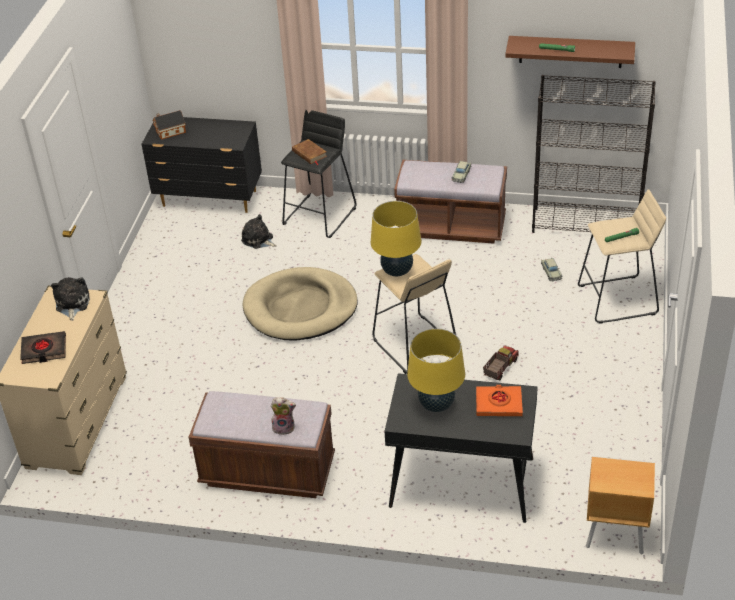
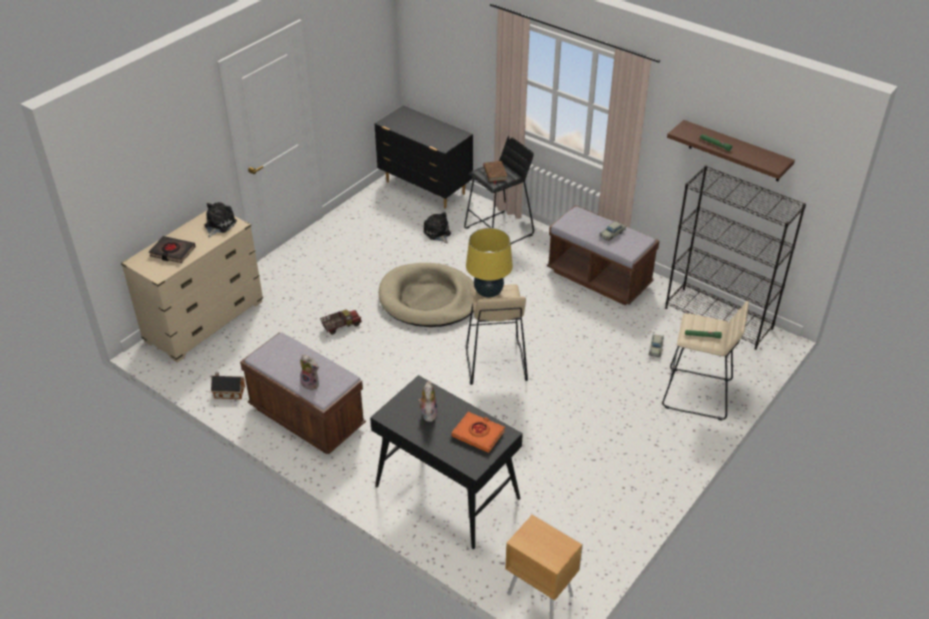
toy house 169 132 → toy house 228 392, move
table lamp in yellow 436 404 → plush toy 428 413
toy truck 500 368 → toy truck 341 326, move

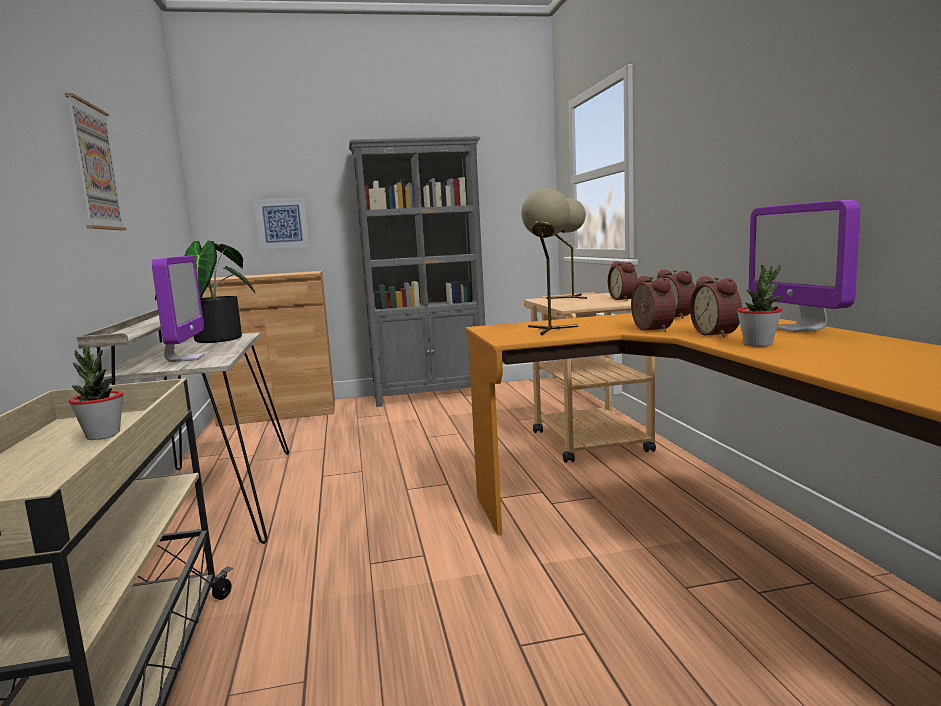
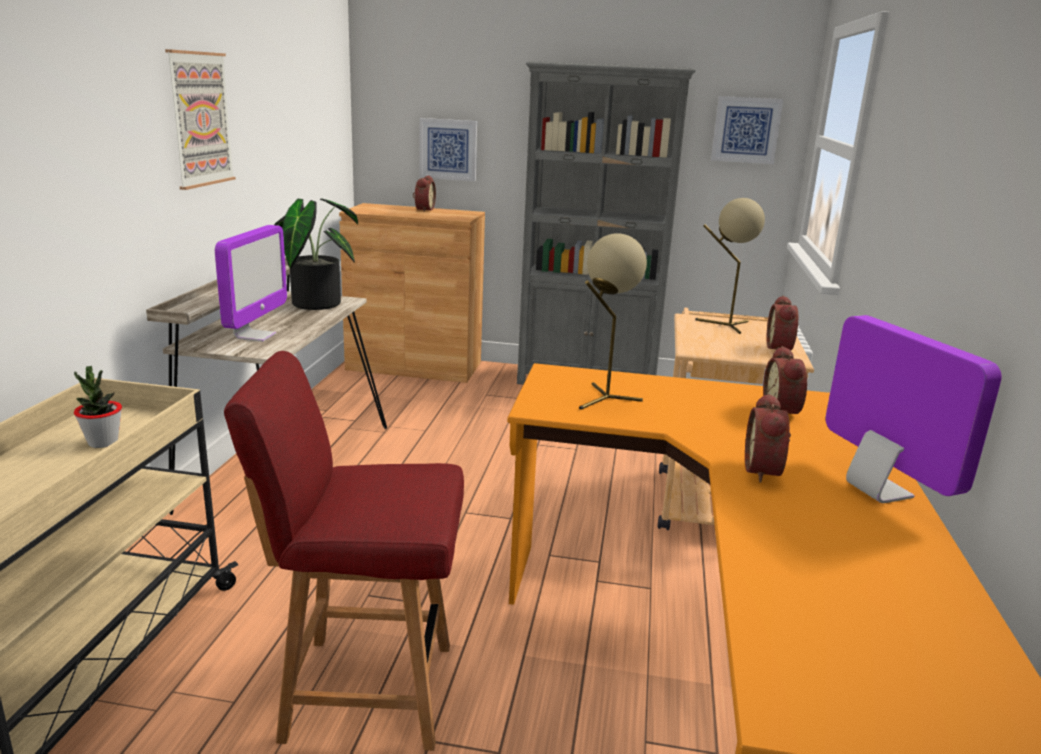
monitor 798 329 → monitor 878 491, 150 degrees clockwise
potted plant 758 344 → -
alarm clock 649 329 → alarm clock 423 209, move
- → picture 746 130
- → chair in red 364 690

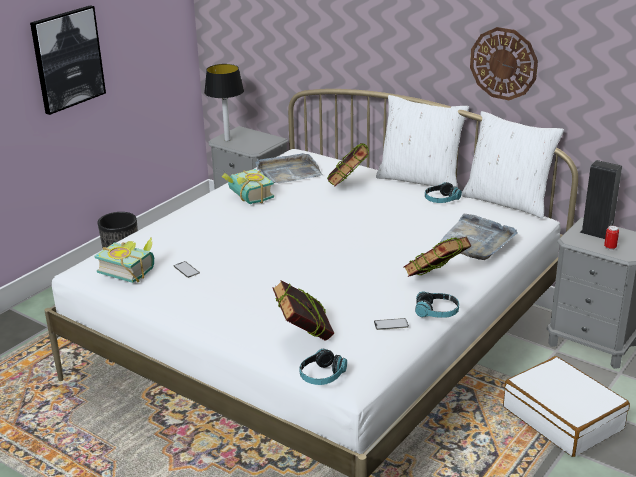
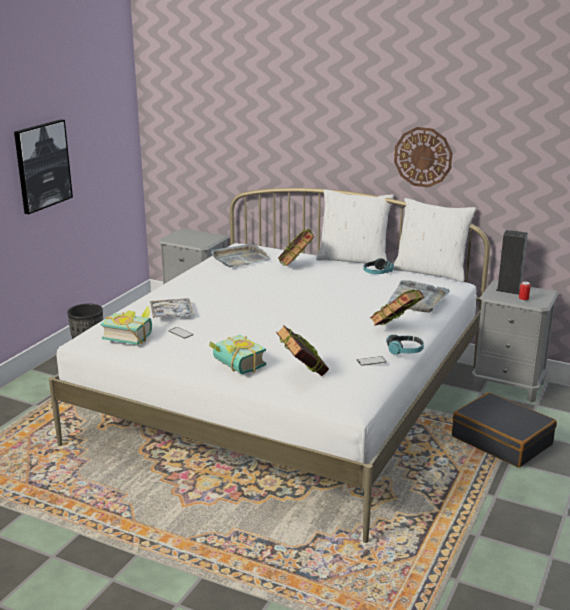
table lamp 227 140 → -
book 247 197 → book 235 366, move
headphones 322 375 → -
suitcase in white 563 418 → suitcase in black 502 440
- → tray 171 313

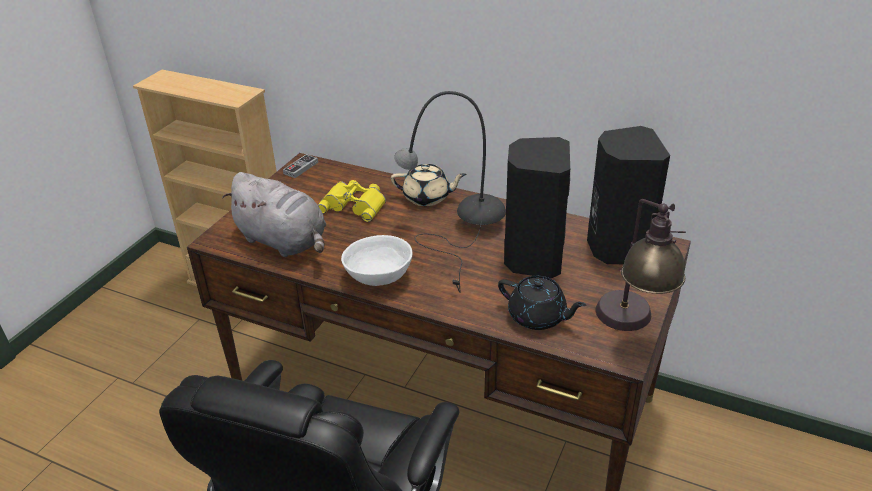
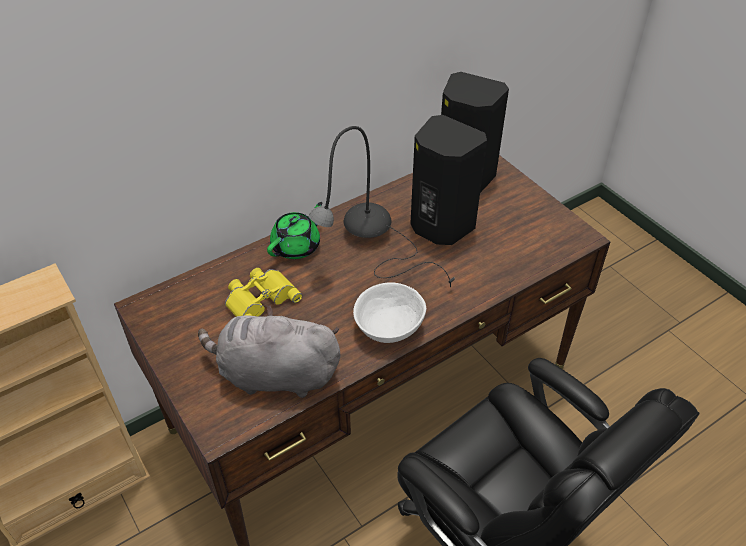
game controller 301 168 → -
teapot in beige 427 197 → teapot in green 297 246
plush toy in grey 284 241 → plush toy in grey 274 375, 150 degrees counterclockwise
table lamp 632 327 → -
teapot in black 538 317 → -

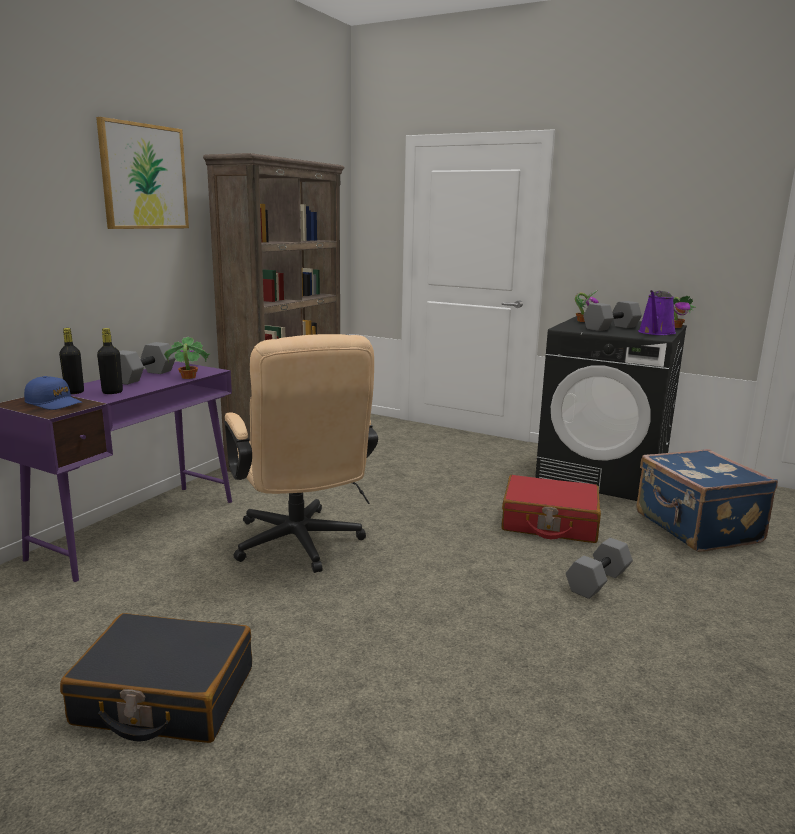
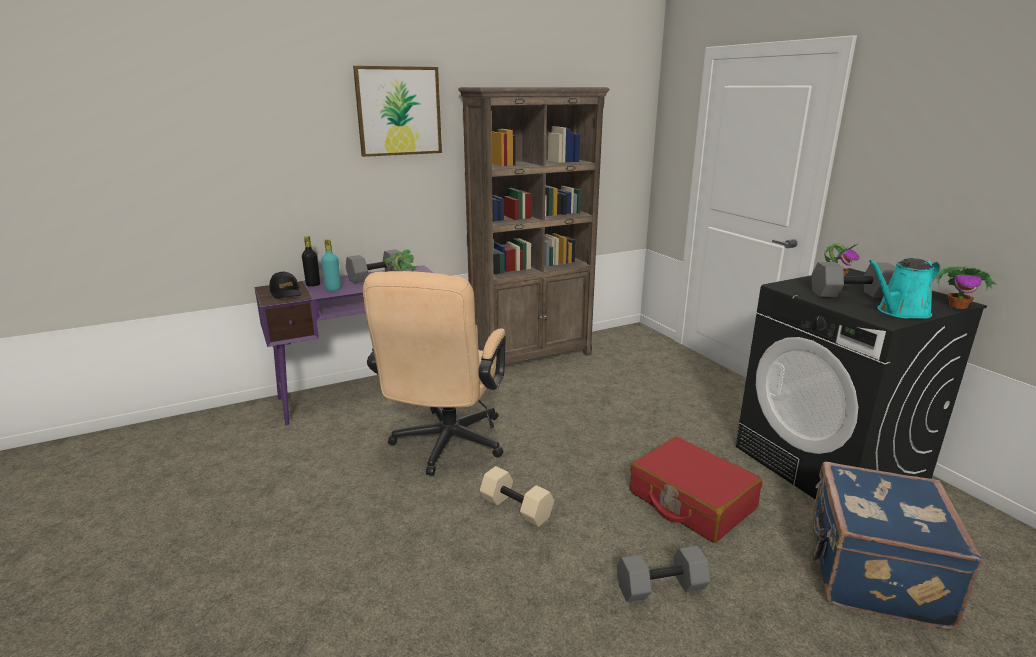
watering can in purple 656 333 → watering can in turquoise 900 312
bottle in black 112 392 → bottle in turquoise 333 289
cap in blue 54 403 → cap in black 285 292
suitcase in black 164 696 → -
- → dumbbell in beige 517 508

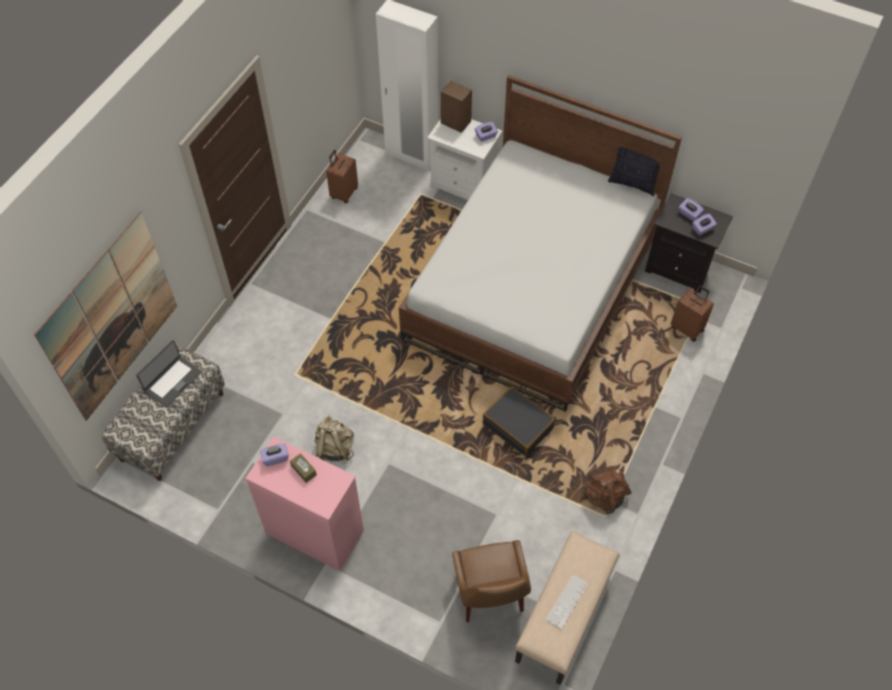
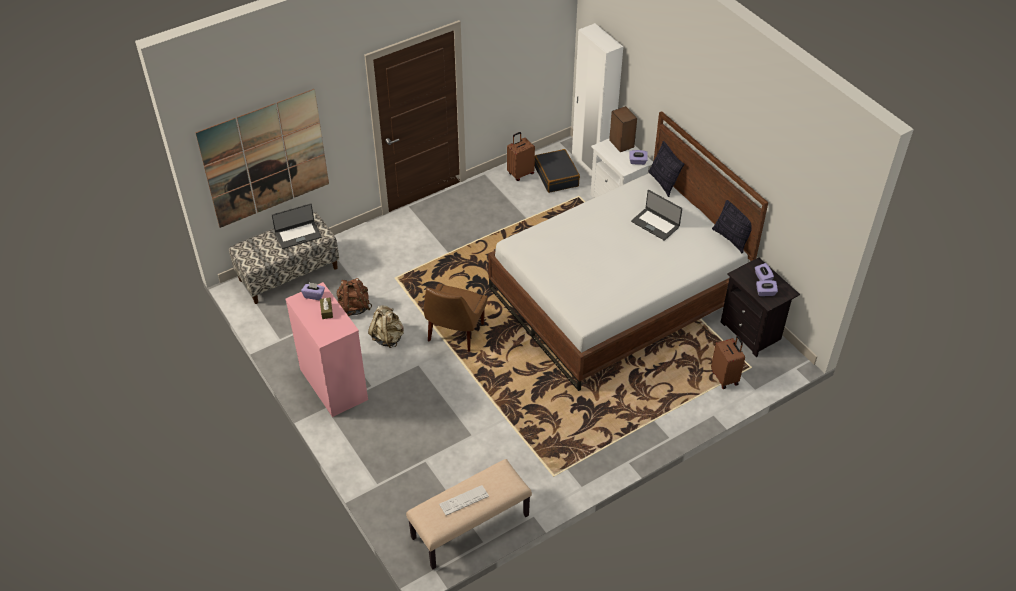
suitcase in black 518 426 → suitcase in black 556 176, move
backpack in brown 605 497 → backpack in brown 354 307, move
chair in brown 490 595 → chair in brown 455 334, move
- → pillow 663 183
- → laptop 655 224

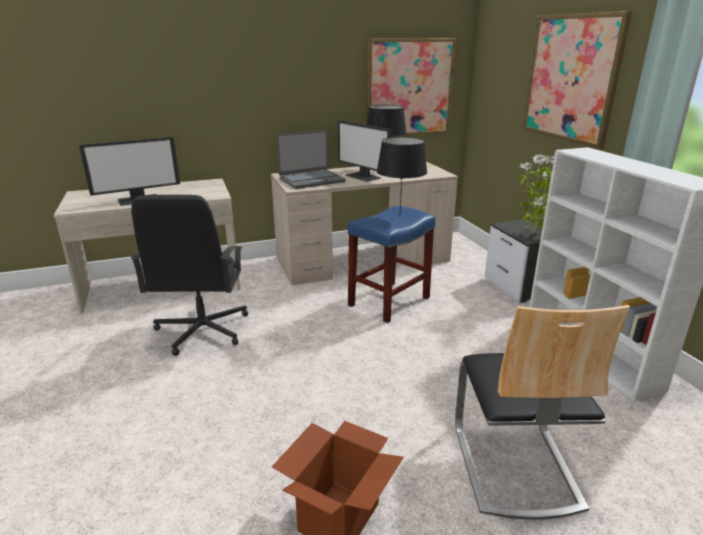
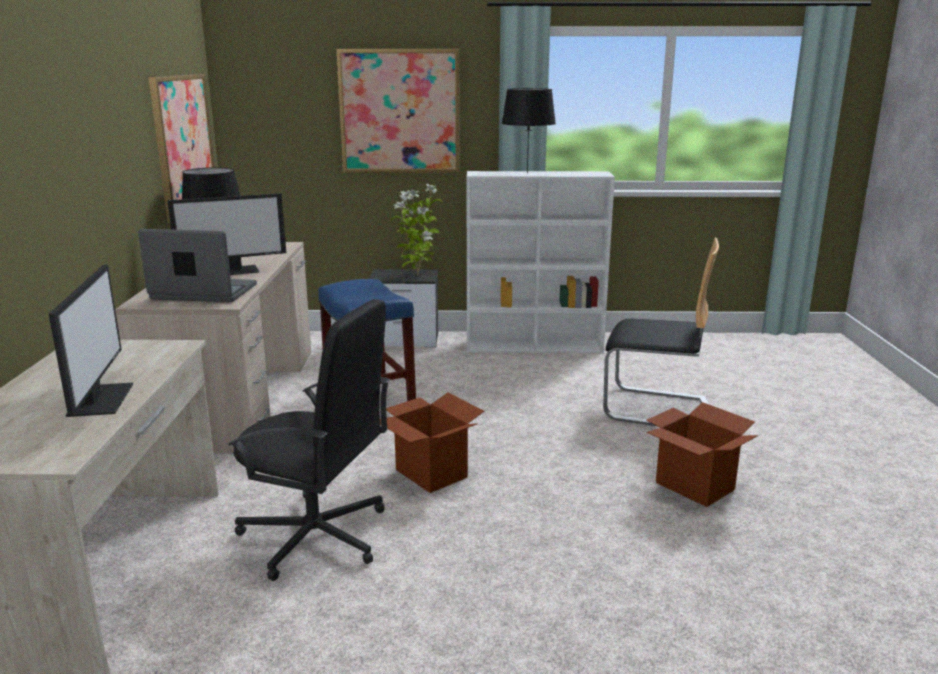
laptop 311 180 → laptop 203 293, 75 degrees counterclockwise
table lamp in black 399 215 → table lamp in black 527 173, move
- → cardboard box 430 473

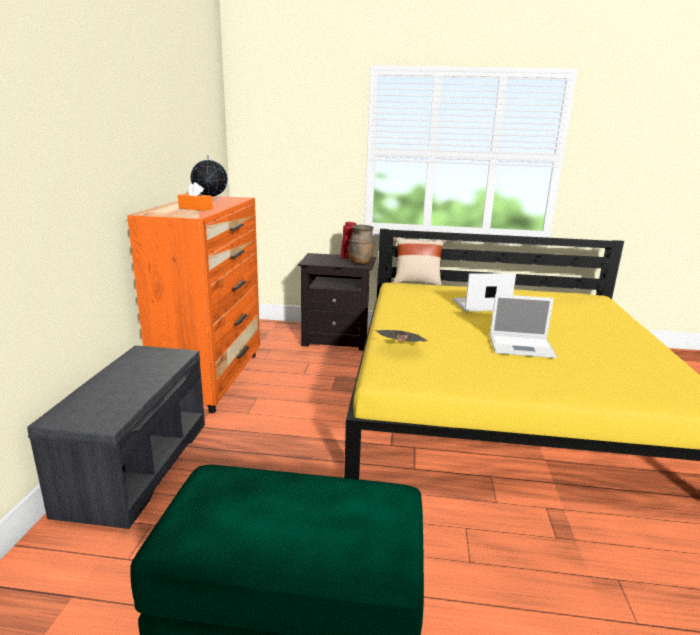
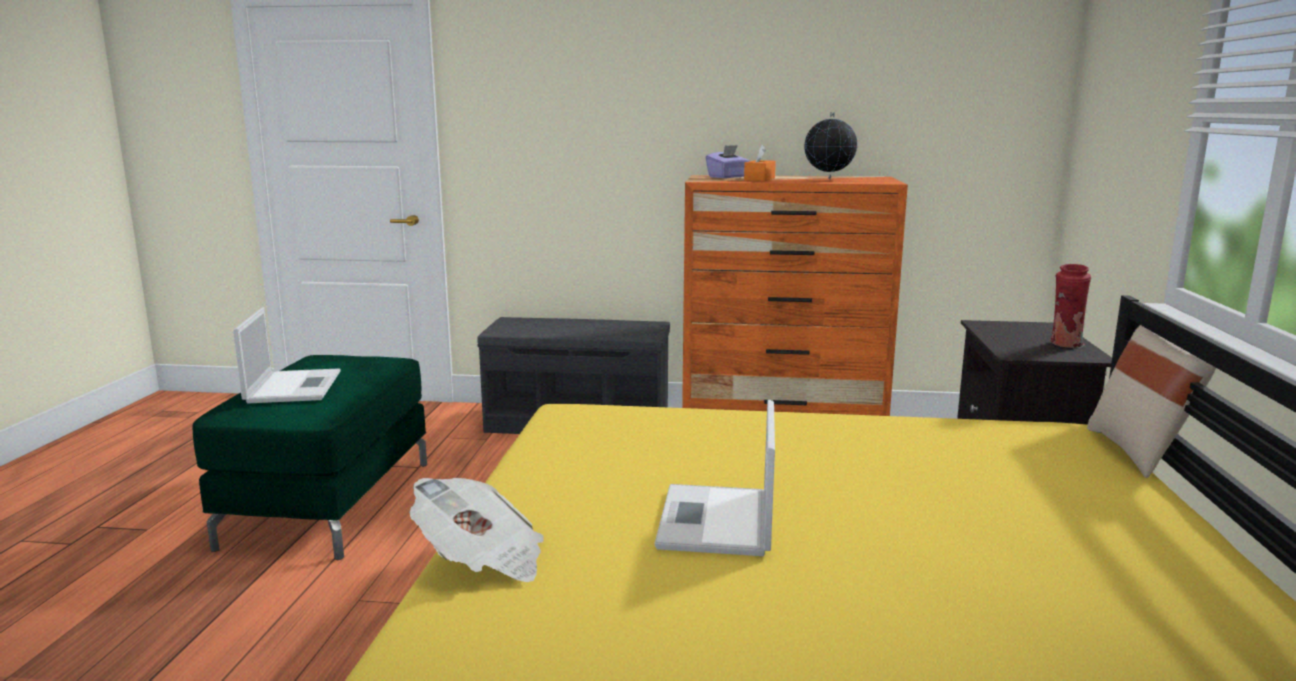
vase in brown 361 263 → -
laptop 480 305 → laptop 294 386, move
newspaper 401 349 → newspaper 482 560, move
- → tissue box in purple 727 177

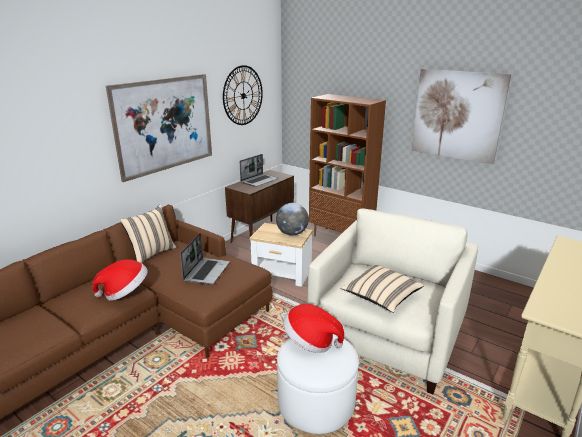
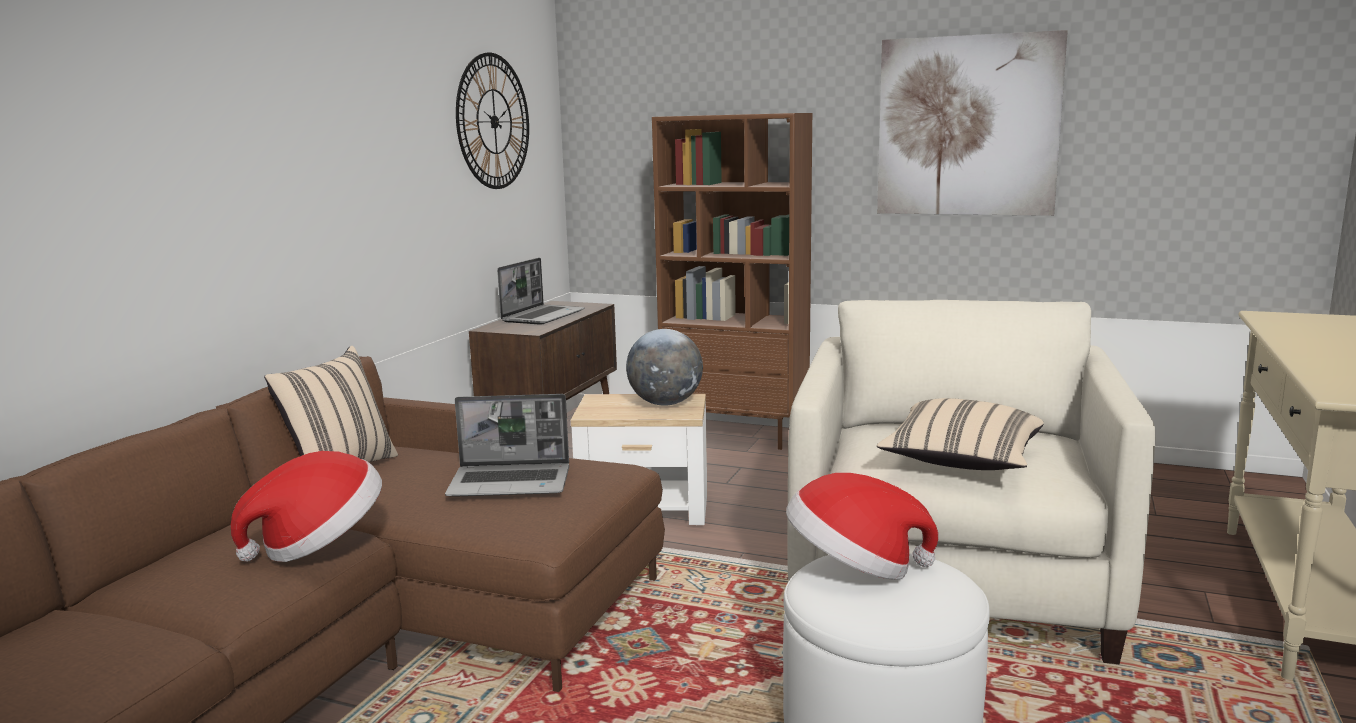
picture 165 125 → -
laptop 206 271 → laptop 511 482, 90 degrees clockwise

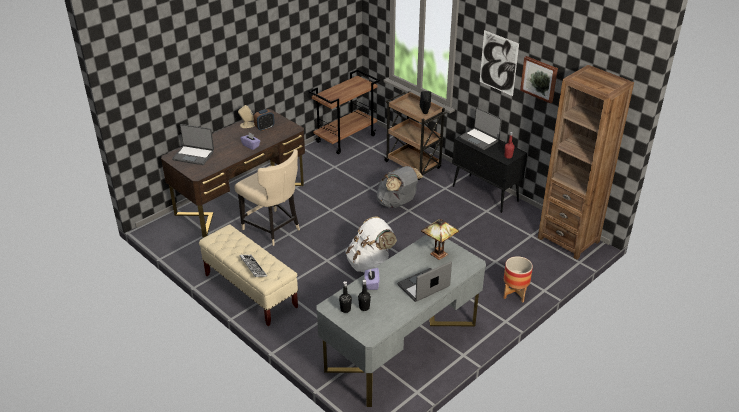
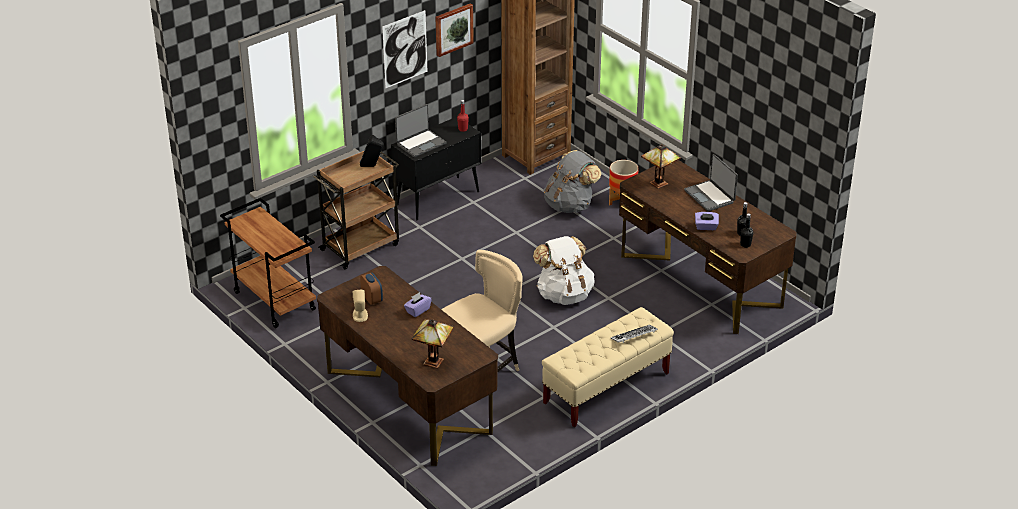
laptop 194 155 → table lamp 433 361
backpack in grey 397 203 → backpack in grey 570 205, move
desk in grey 401 346 → desk in brown 700 281

